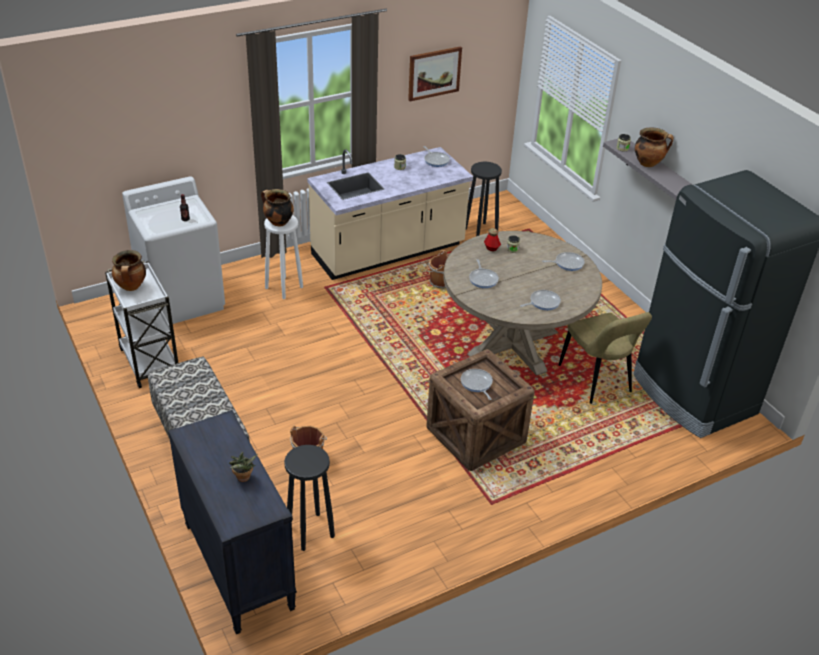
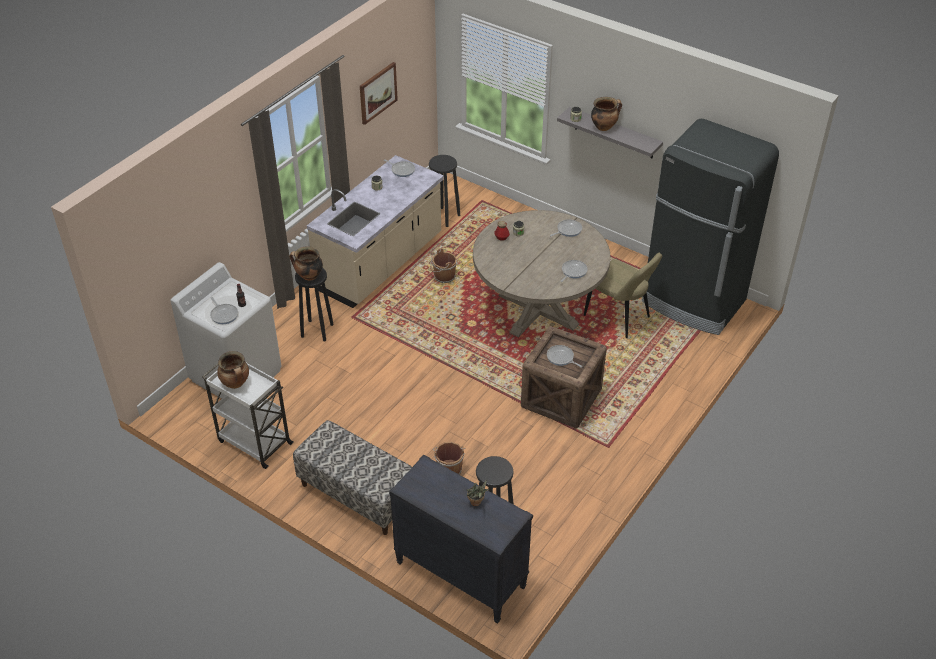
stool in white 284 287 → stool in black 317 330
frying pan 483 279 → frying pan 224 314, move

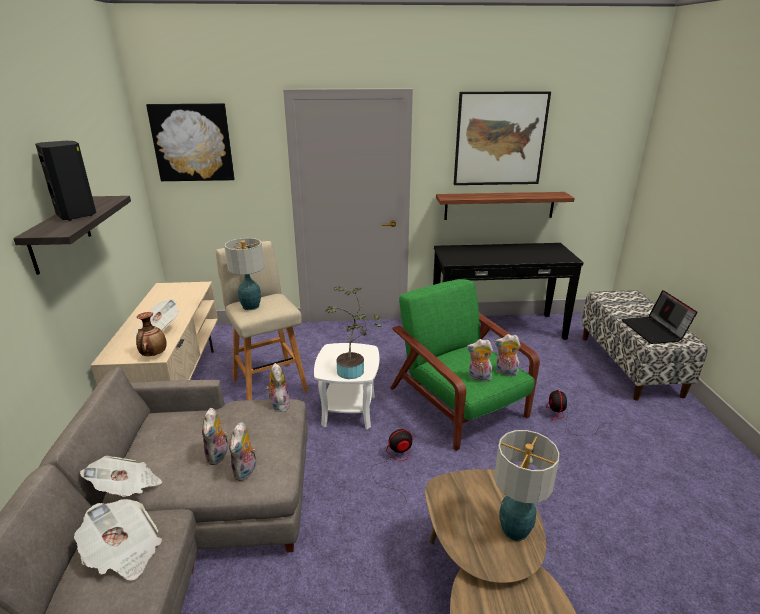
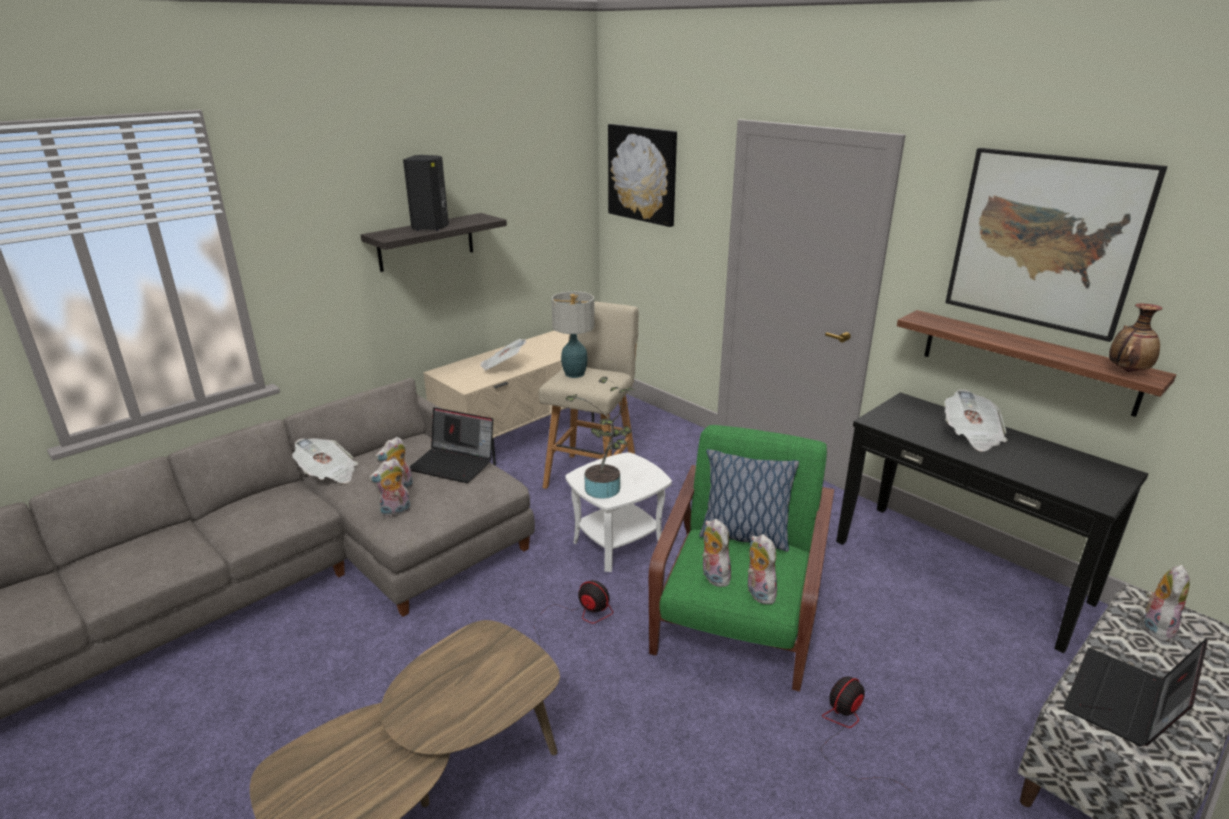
vase 154 355 → vase 1126 371, move
plush toy 279 405 → plush toy 1155 626, move
table lamp 514 529 → -
newspaper 124 552 → newspaper 972 436, move
- → laptop 454 464
- → pillow 743 536

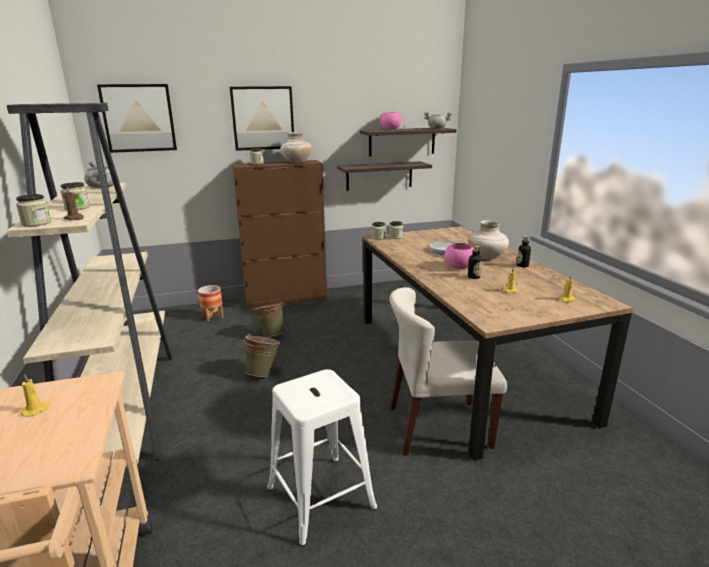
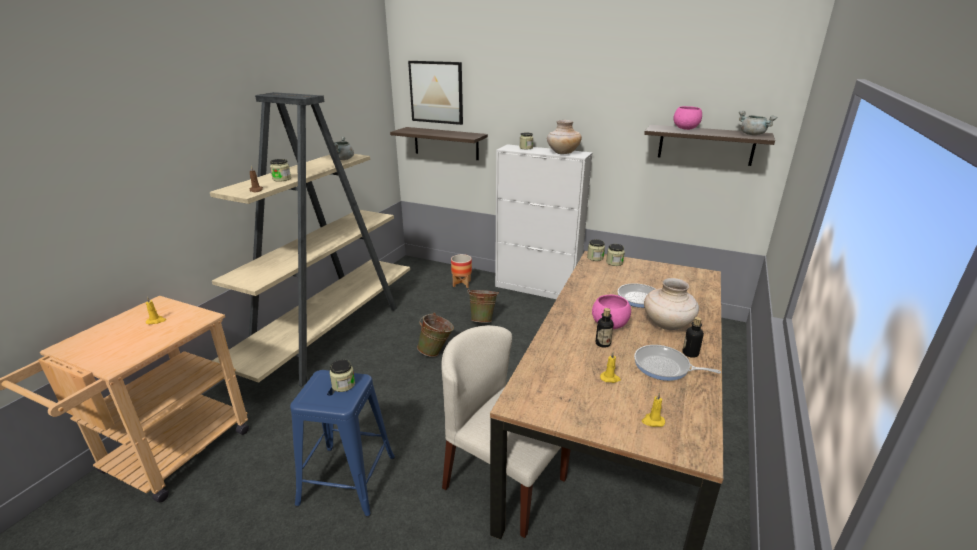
picture 263 118 → -
cabinet in brown 287 299 → cabinet in white 537 289
shelf 379 176 → shelf 446 143, move
jar 36 223 → jar 343 385, move
stool in white 320 497 → stool in blue 347 479
- → frying pan 664 367

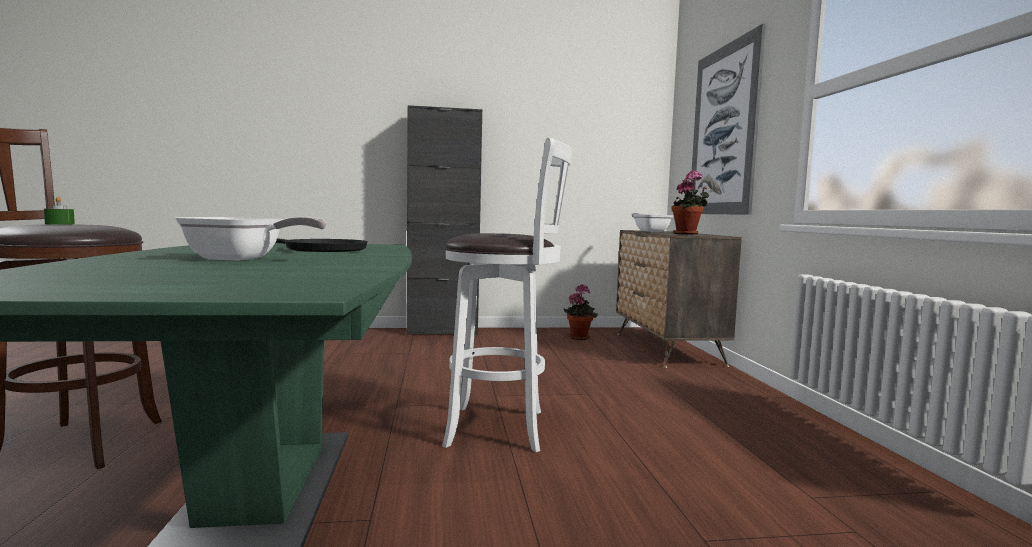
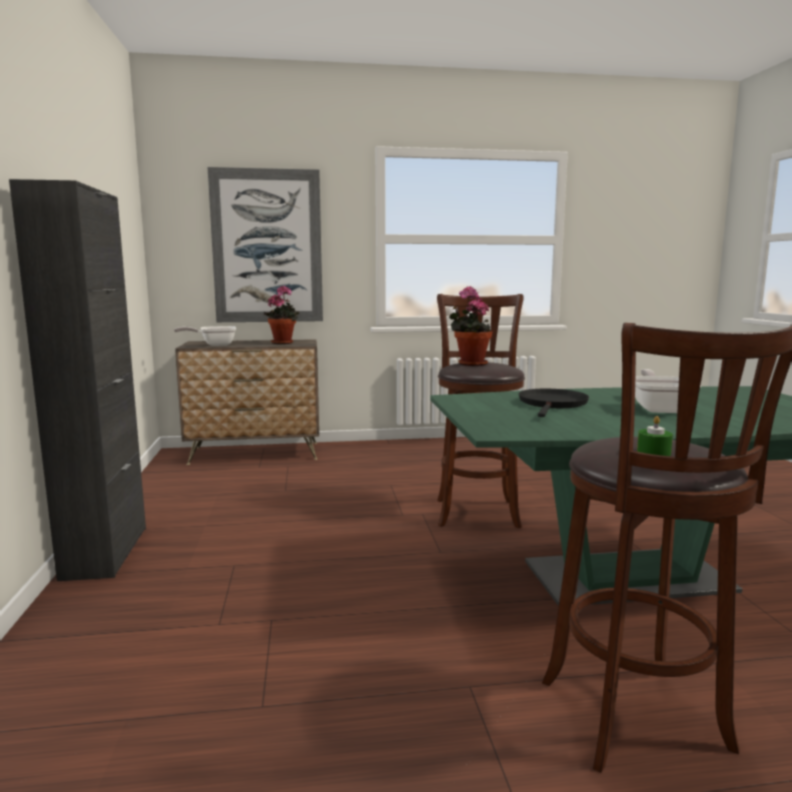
stool in white 503 428 → stool in brown 476 511
potted plant 579 337 → potted plant 470 364, move

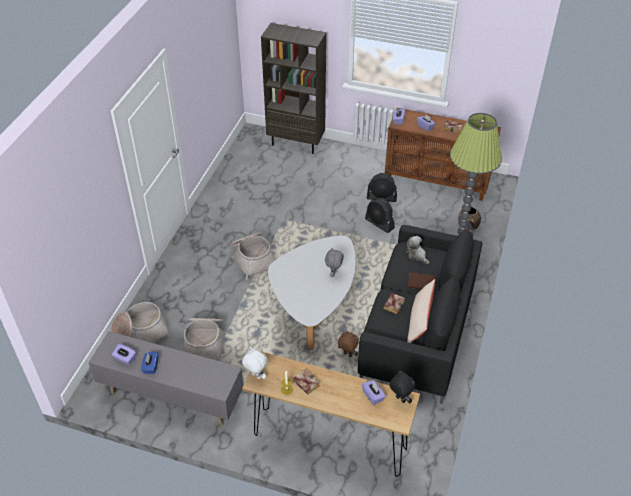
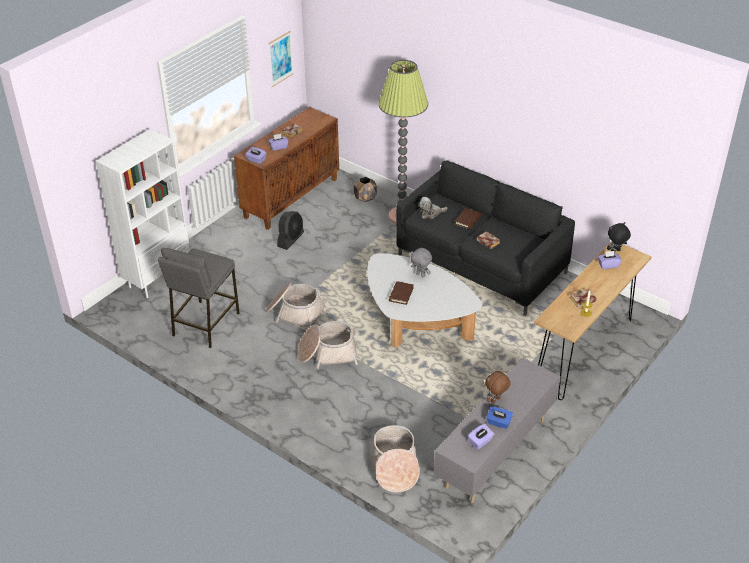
bookcase in brown 296 143 → bookcase in white 158 278
fan in black 379 223 → -
pillow in beige 419 321 → -
basket 205 342 → basket 295 312, move
plush toy in brown 347 355 → plush toy in brown 496 400, move
plush toy in white 255 376 → -
- → picture 280 58
- → stool in grey 205 324
- → book in brown 401 294

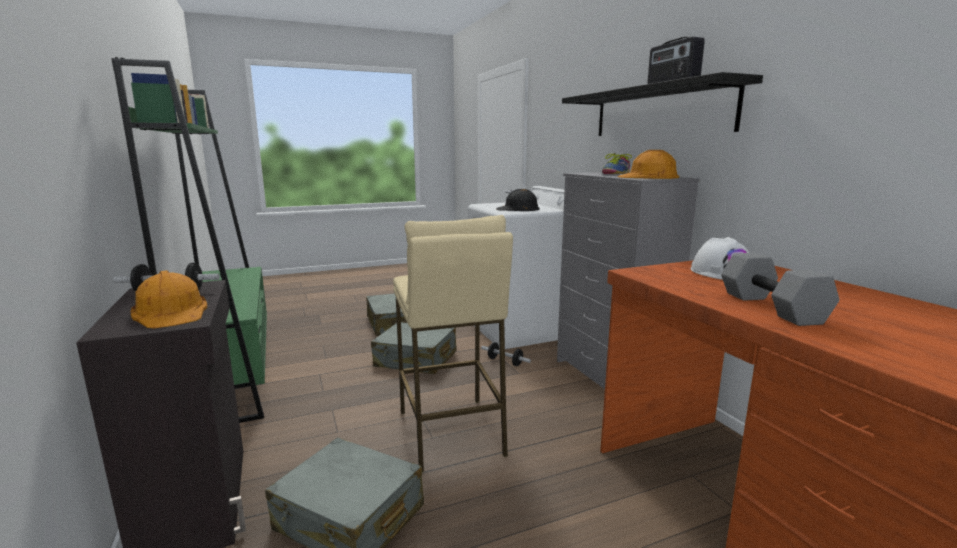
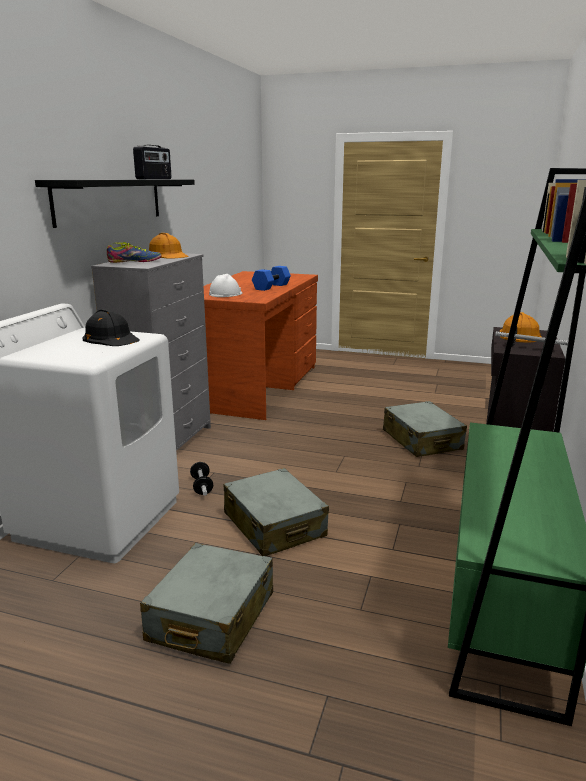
stool in beige 450 433 → -
dumbbell in grey 773 308 → dumbbell in blue 271 287

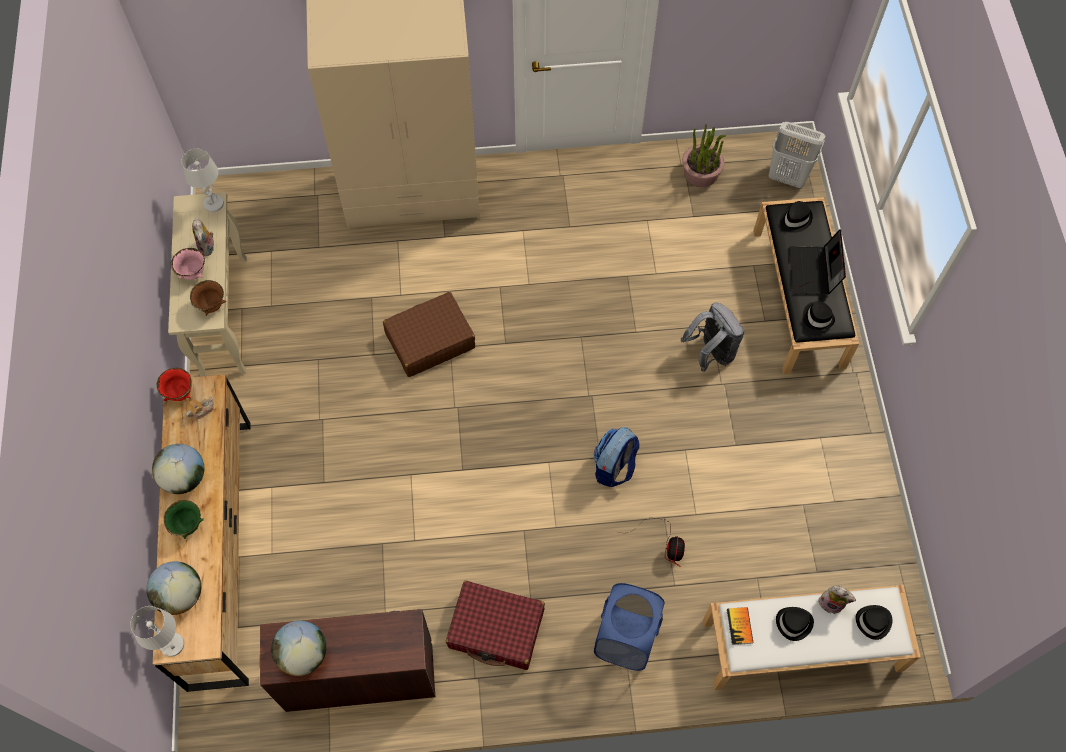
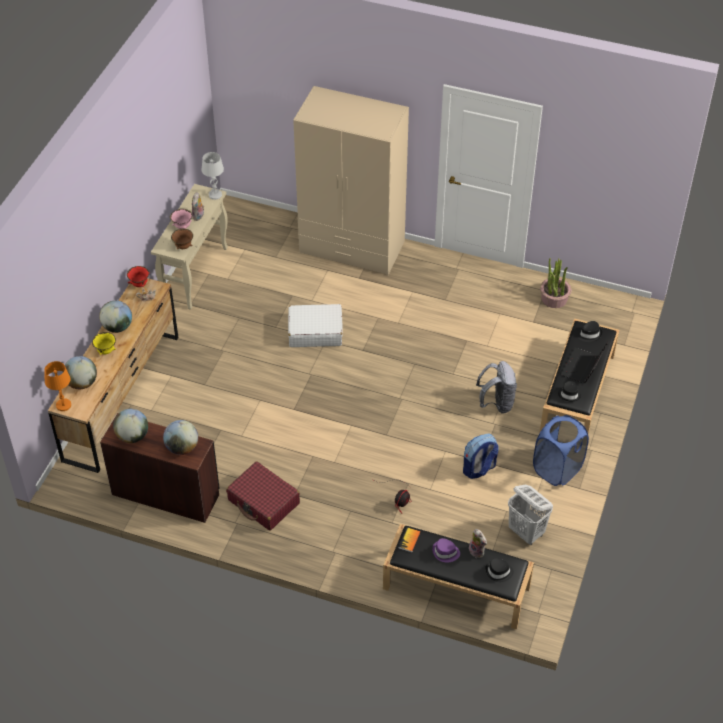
laundry basket in white 788 177 → laundry basket in white 526 532, move
suitcase in brown 429 340 → suitcase in white 315 332
backpack 614 467 → backpack 479 469, move
bowl in green 188 525 → bowl in yellow 105 351
laundry basket in blue 625 639 → laundry basket in blue 557 469, move
bench in white 801 646 → bench in black 455 588
table lamp in white 172 644 → table lamp in orange 63 405
hat in black 794 624 → hat in purple 445 552
- → globe 182 447

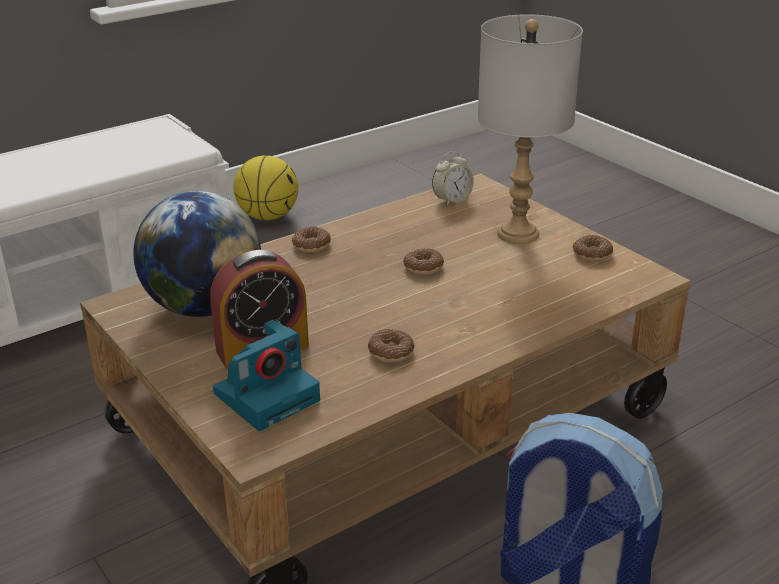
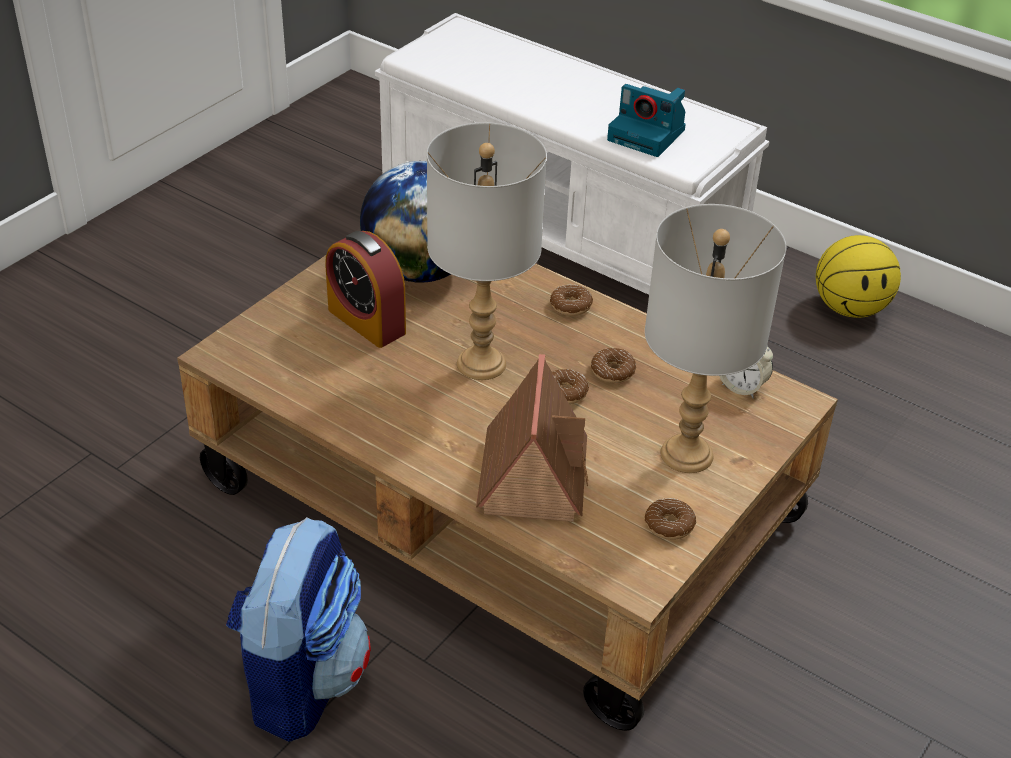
photo camera 268 395 → photo camera 648 135, move
donut 391 352 → donut 612 371, move
- → table lamp in grey 480 363
- → toy house 533 474

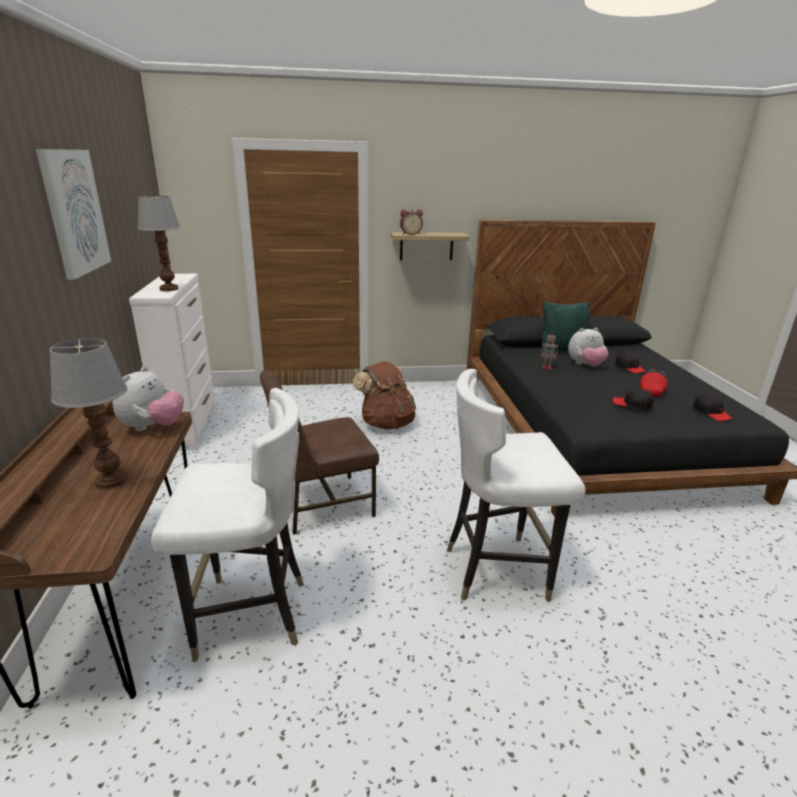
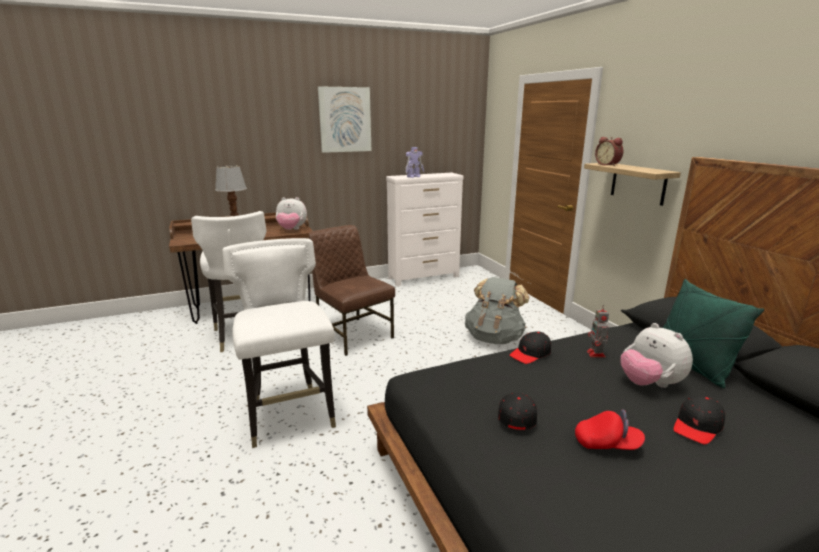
table lamp 169 289 → toy robot 414 176
backpack in brown 386 423 → backpack in grey 494 338
cap in black 711 412 → cap in black 530 353, move

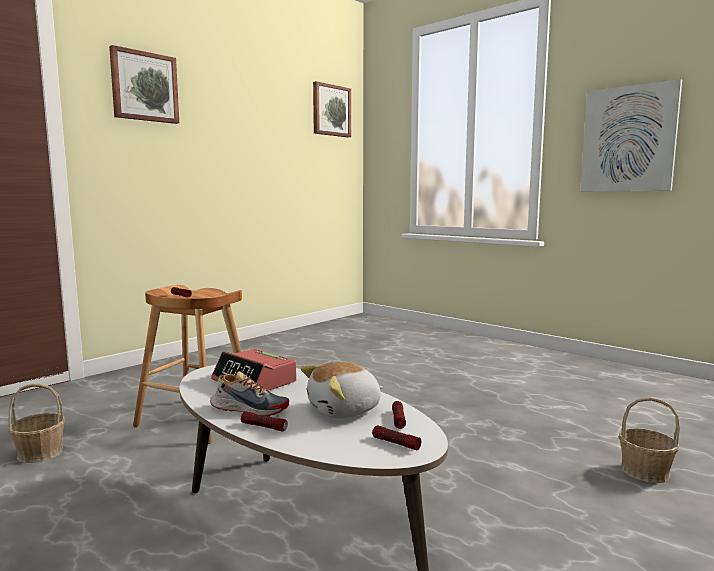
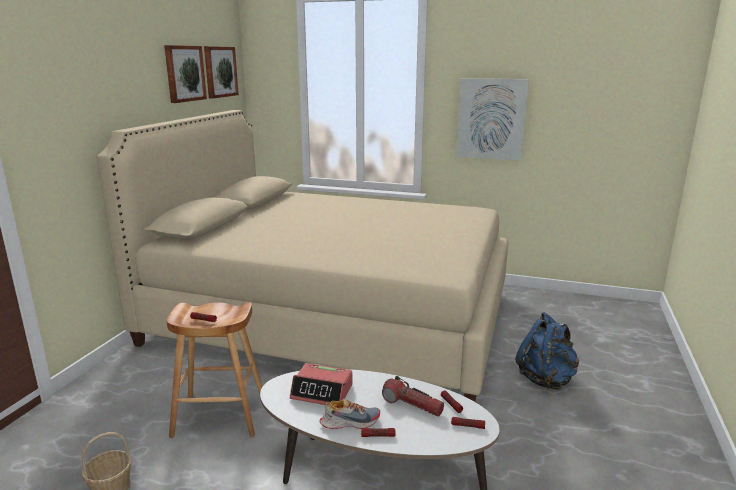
picture 144 87 → picture 184 73, move
plush toy 345 410 → flashlight 412 405
basket 644 471 → backpack in blue 546 379
- → bed in beige 334 317

